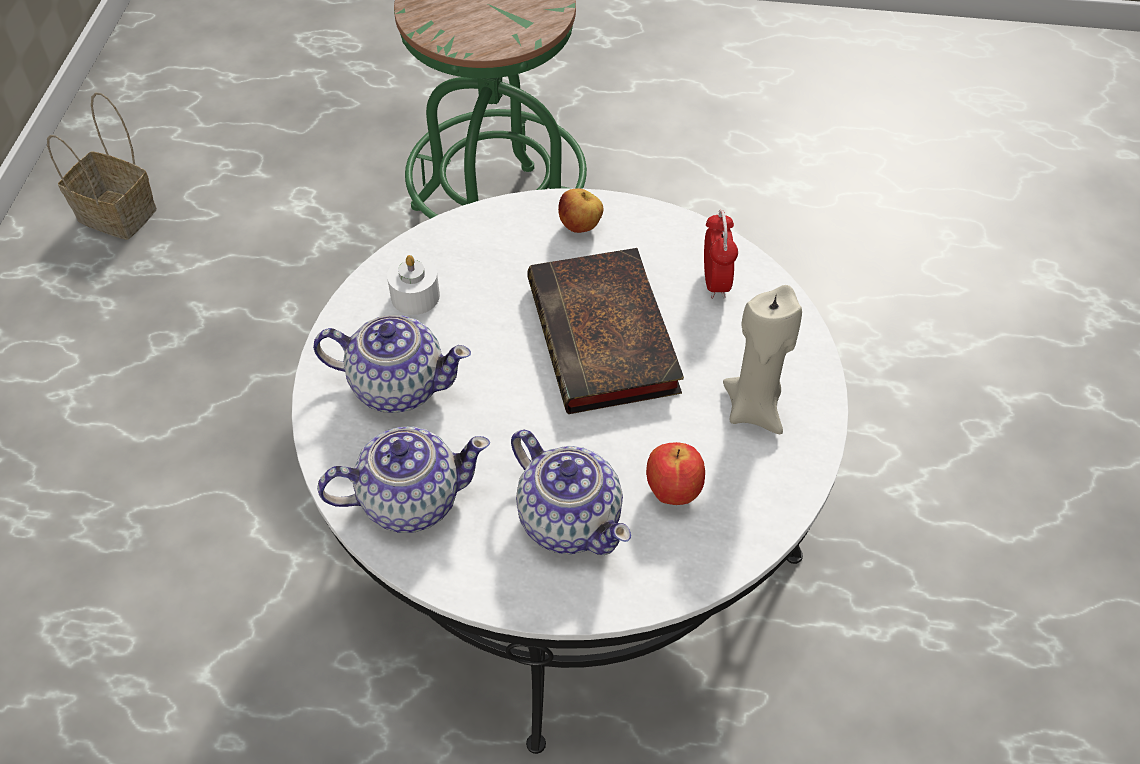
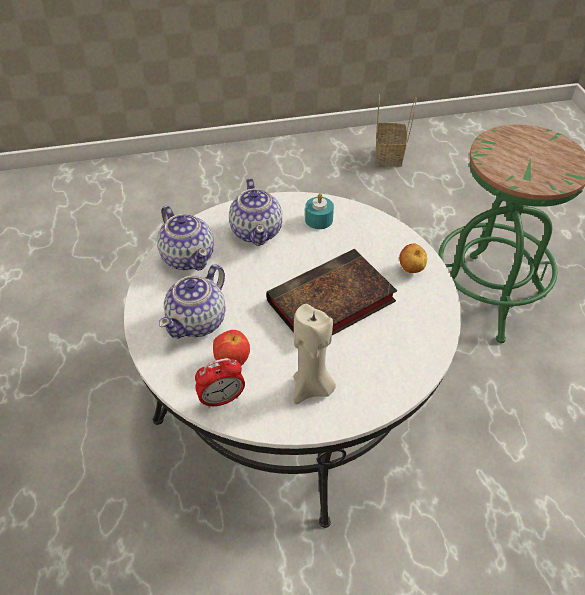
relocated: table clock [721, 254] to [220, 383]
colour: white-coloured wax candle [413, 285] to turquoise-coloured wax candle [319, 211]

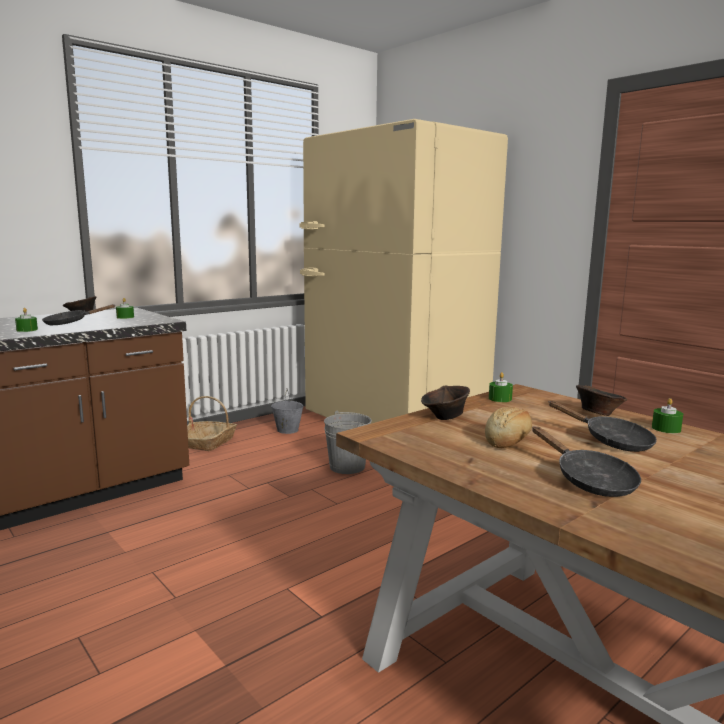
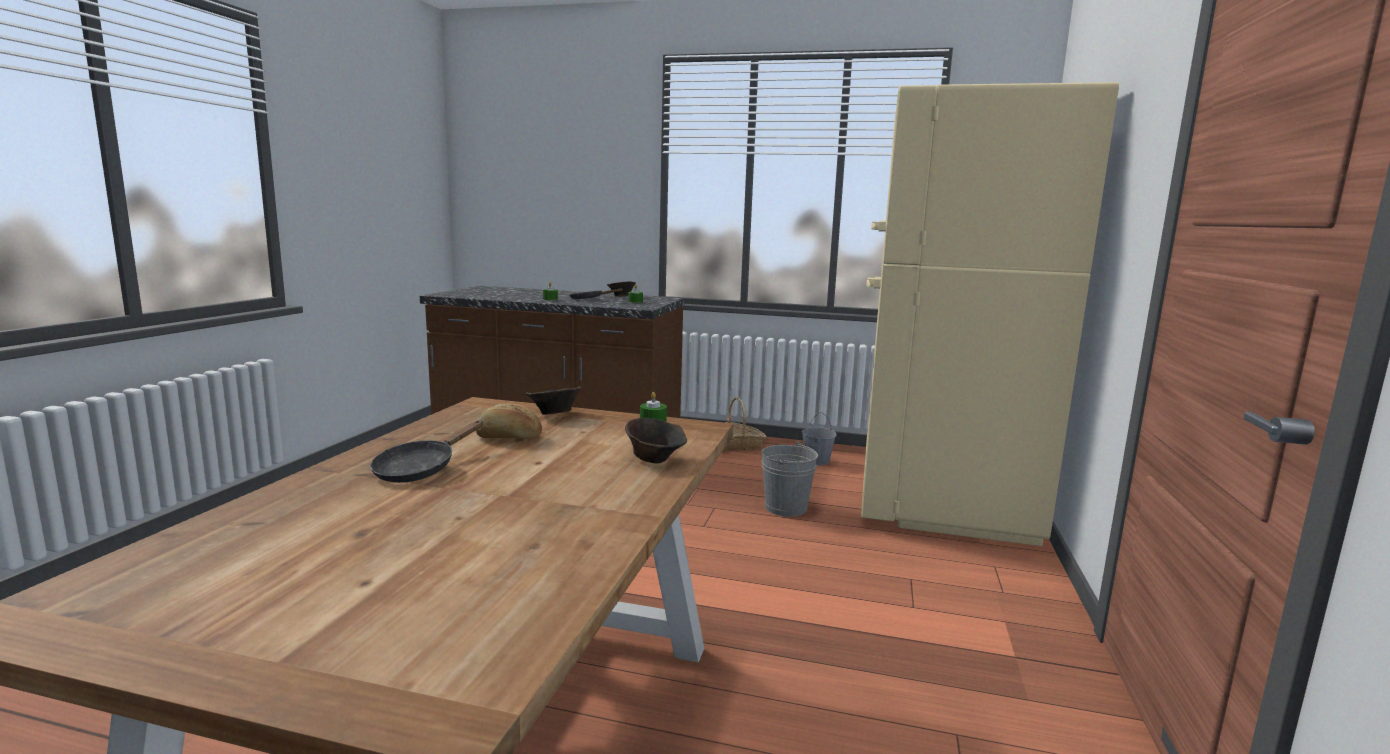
missing: black pan [603, 426]; green wax candle [667, 415]

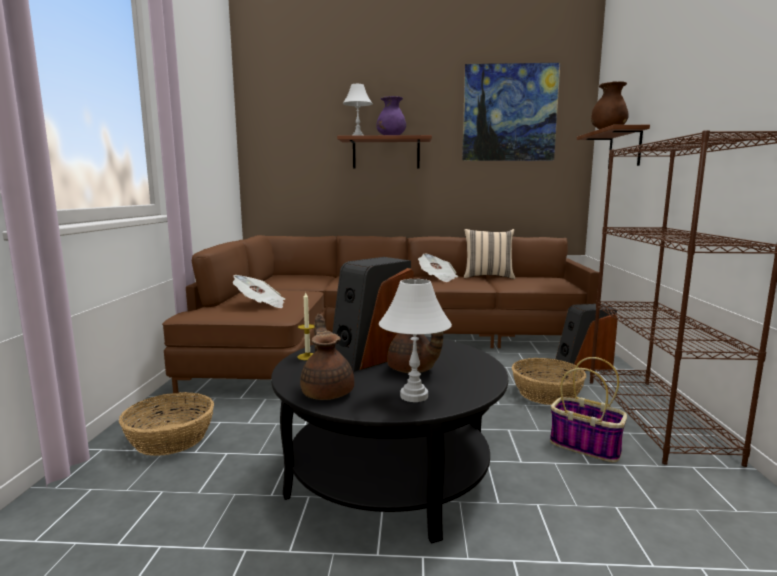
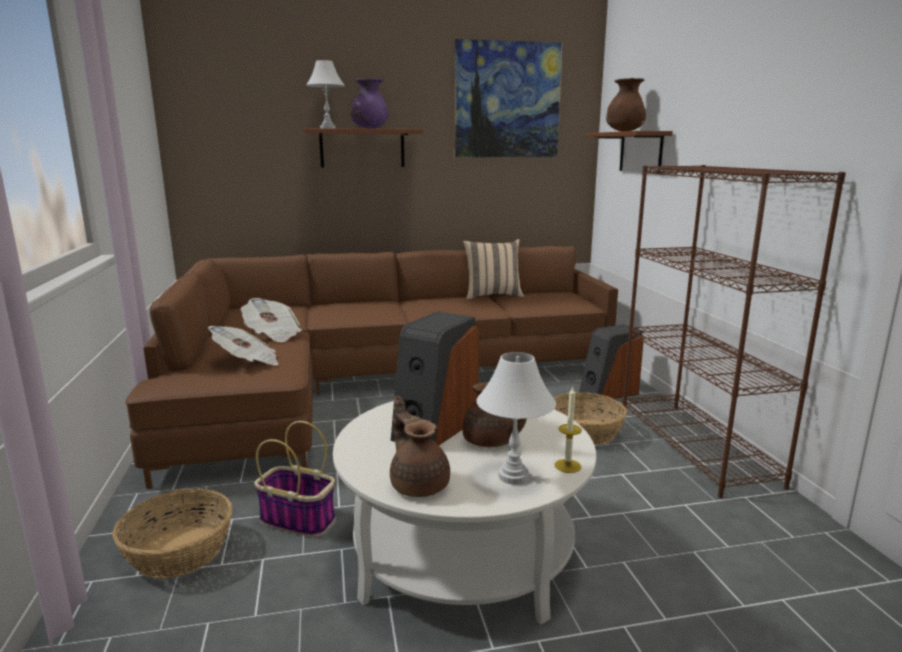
relocated: wax candle [305, 325] to [568, 430]; daily paper [438, 268] to [271, 320]; household basket [588, 409] to [294, 479]
colour: black coffee table [389, 439] to white-coloured coffee table [465, 513]

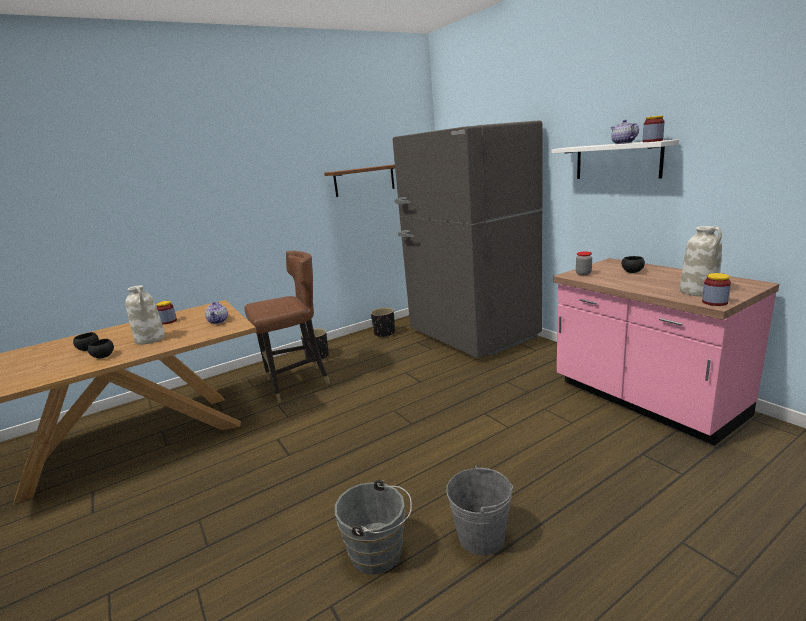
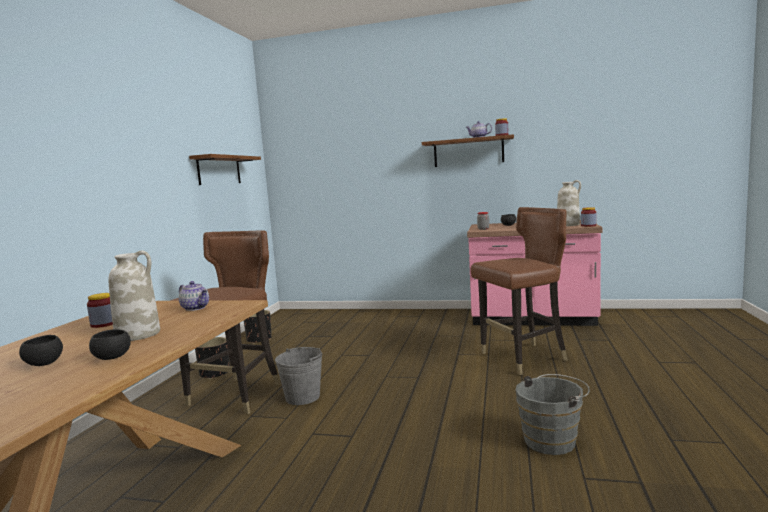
missing: greyish kitchen fridge [468, 239]
appeared: brown chair [519, 291]
relocated: greyish bucket [479, 510] to [298, 376]
colour: white-coloured wall shelf [615, 159] to brown wall shelf [468, 150]

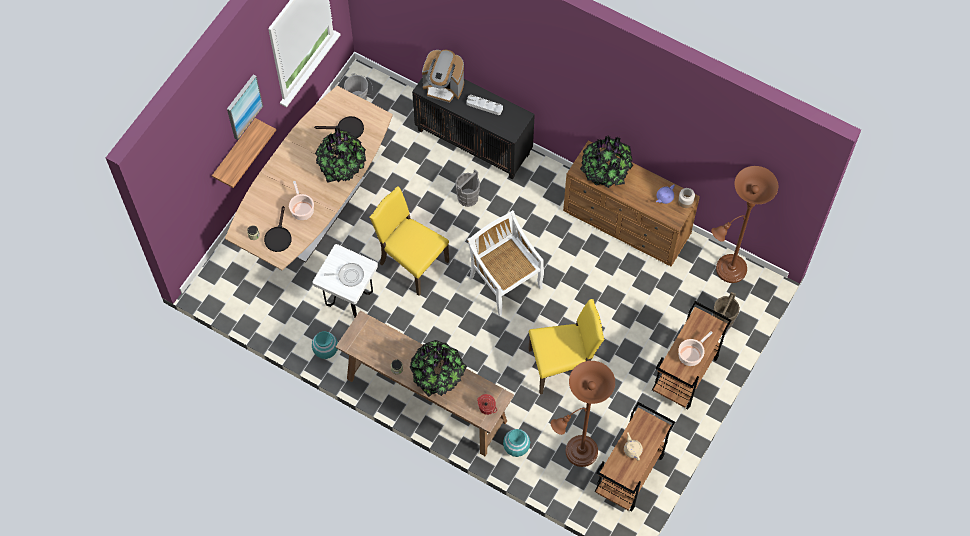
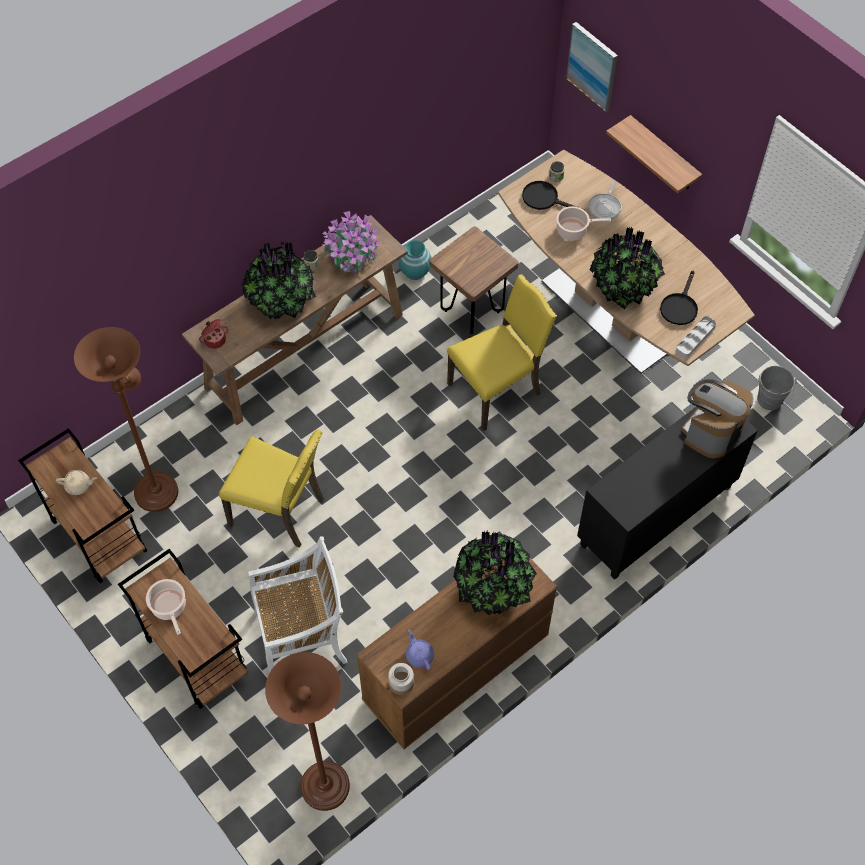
missing: greyish bucket [467, 188]; turquoise-coloured decorative vase [516, 443]; brown bucket [726, 310]
appeared: plant in a pot [351, 242]
relocated: wall art [245, 107] to [592, 67]; pan [344, 275] to [605, 200]; greyish tray [484, 105] to [696, 337]; white-coloured chair [505, 263] to [297, 604]
colour: white-coloured stool seat [345, 281] to brown stool seat [474, 280]
spun: yellowish chair [567, 346] = [271, 489] 75 degrees counterclockwise

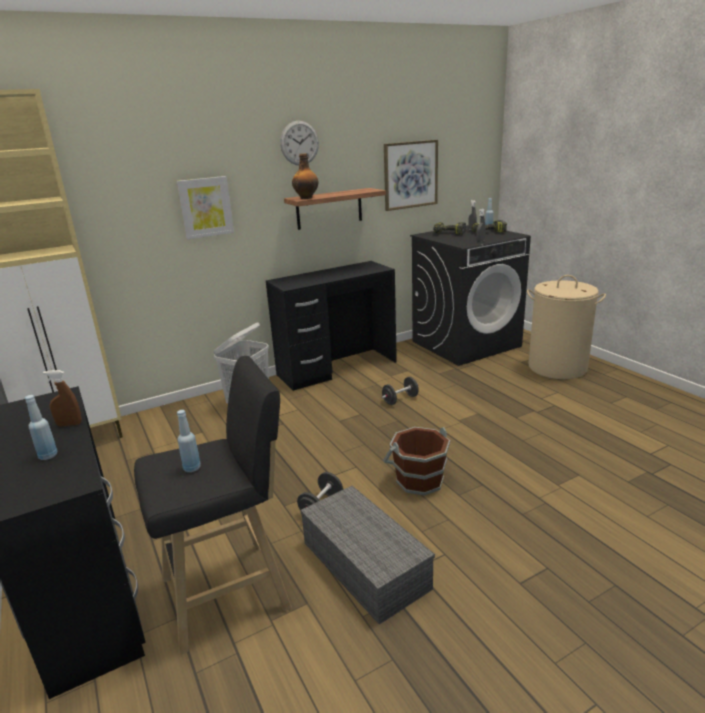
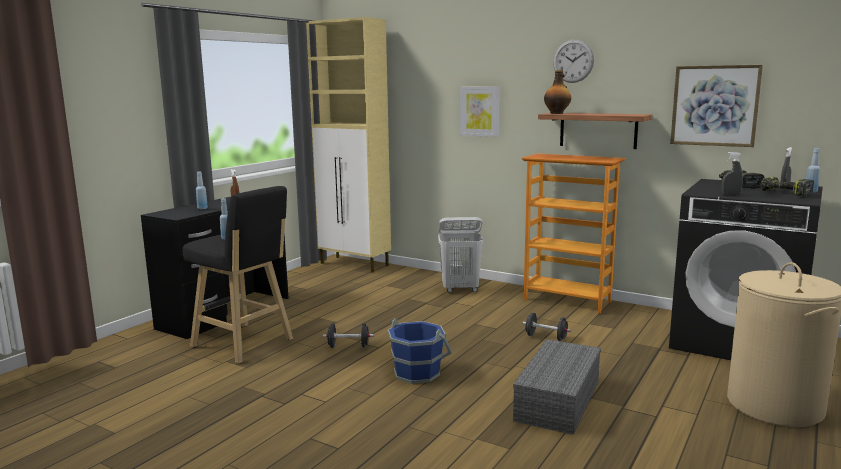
relocated: greyish storage container [367, 555] to [557, 387]
exchanged: black desk unit [331, 326] to shelving unit [574, 233]
colour: brown bucket [416, 461] to blue bucket [420, 351]

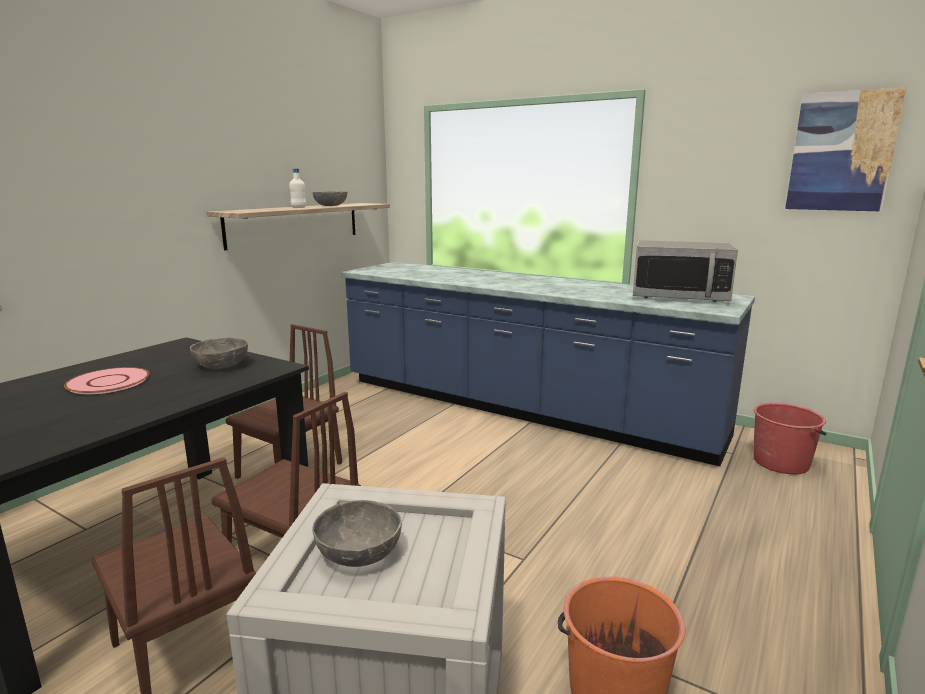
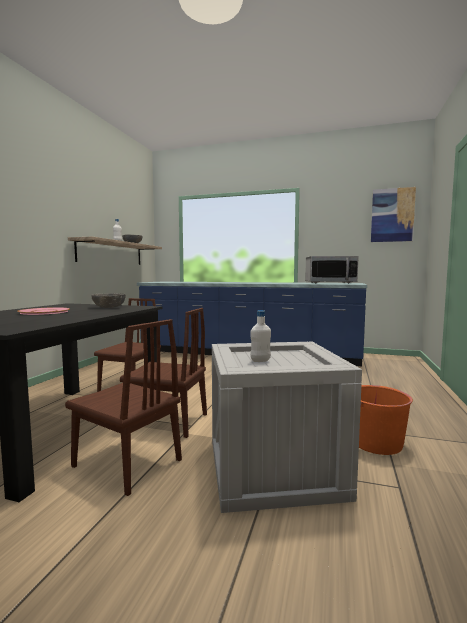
missing: reddish bucket [790, 438]
exchanged: greyish serving bowl [357, 533] to white-coloured beverage bottle [260, 336]

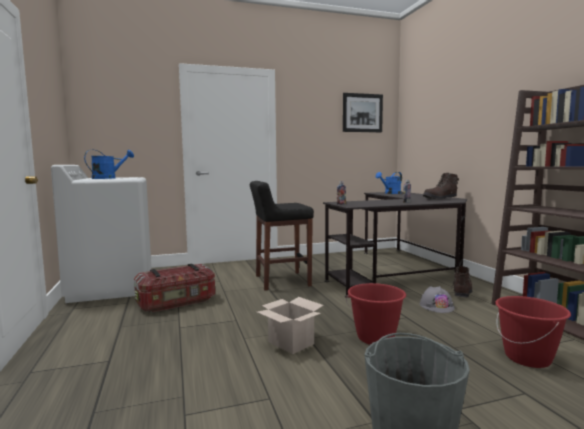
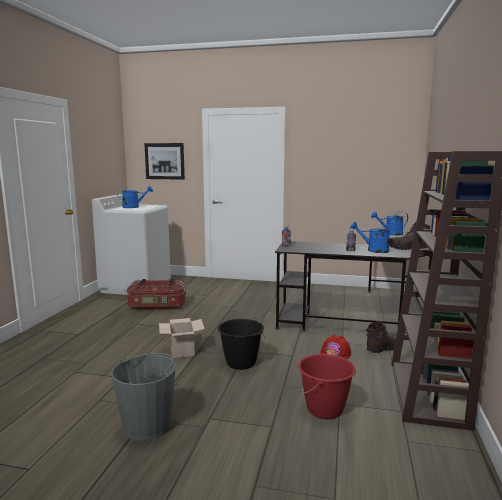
missing: black stool seat [282, 236]
appeared: blue watering pot [373, 237]
relocated: wall art [363, 112] to [164, 161]
colour: reddish bucket [376, 314] to black bucket [241, 344]; greyish work helmet [437, 299] to reddish work helmet [335, 346]

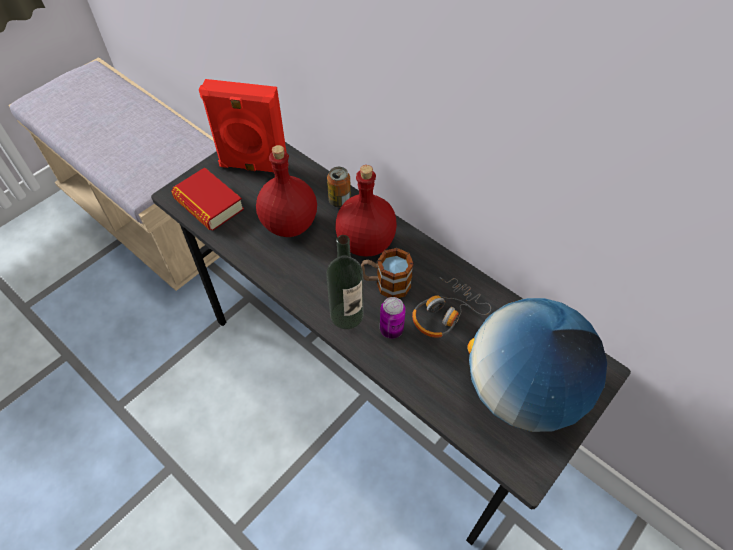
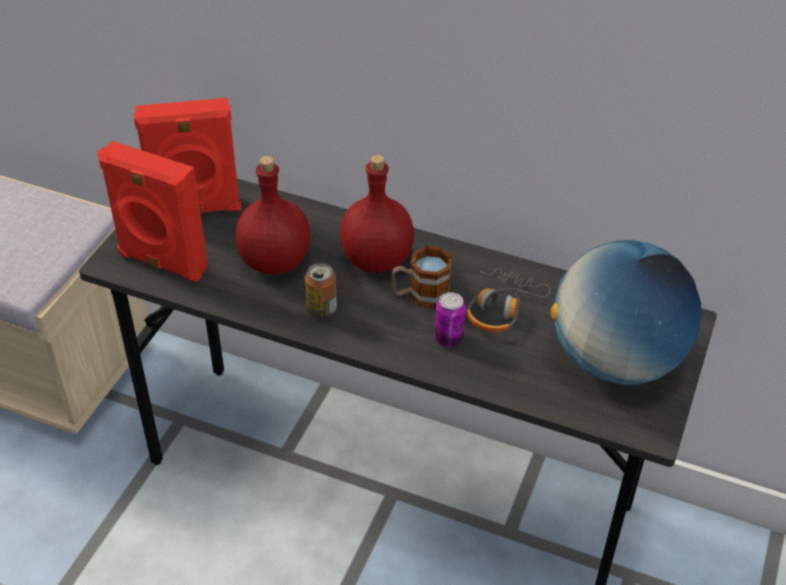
missing: beverage bottle [344, 282]
relocated: sealed can [339, 187] to [321, 290]
exchanged: bound book [207, 198] to reddish speaker [152, 211]

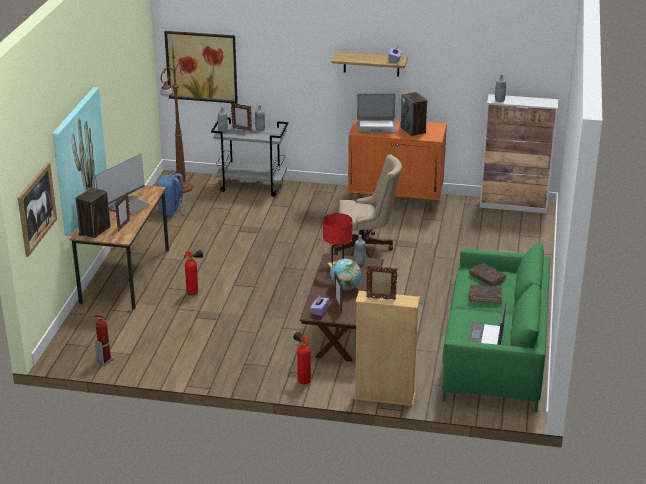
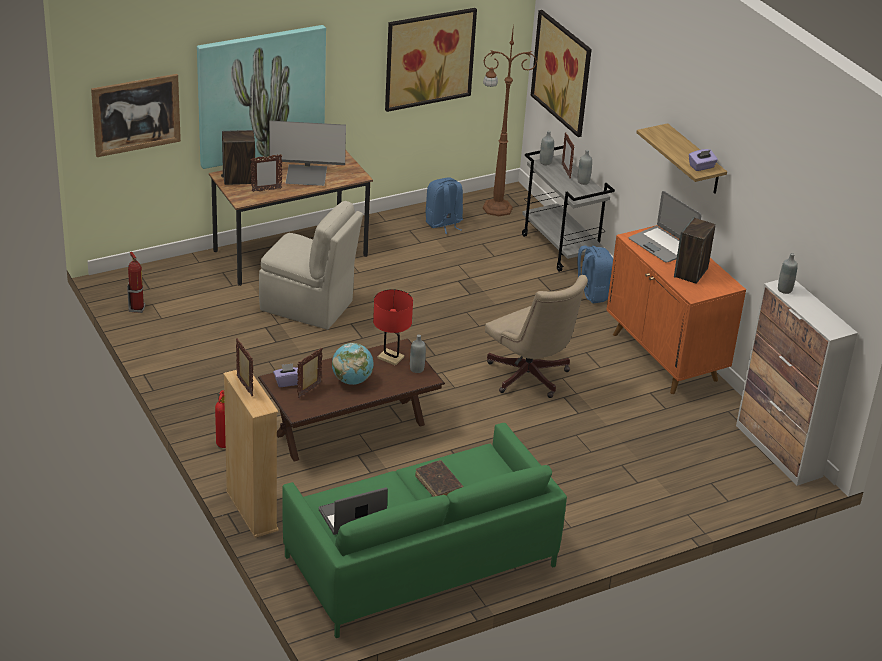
missing: brown bound book [487, 274]
appeared: wall art [431, 60]; blue rucksack [595, 275]
exchanged: fire extinguisher [193, 272] to sand-coloured chair [311, 265]

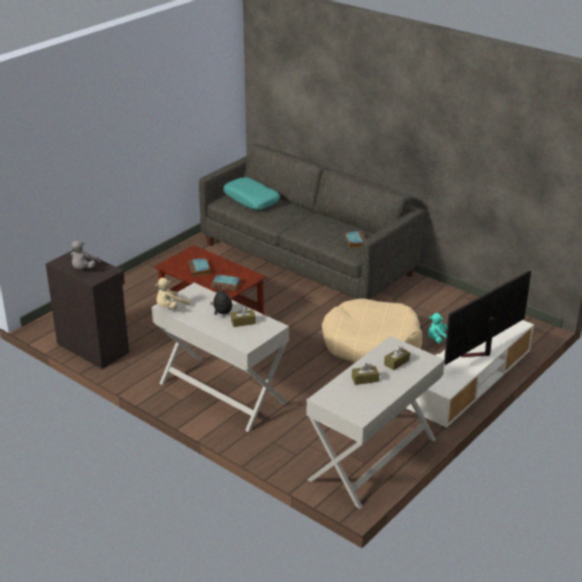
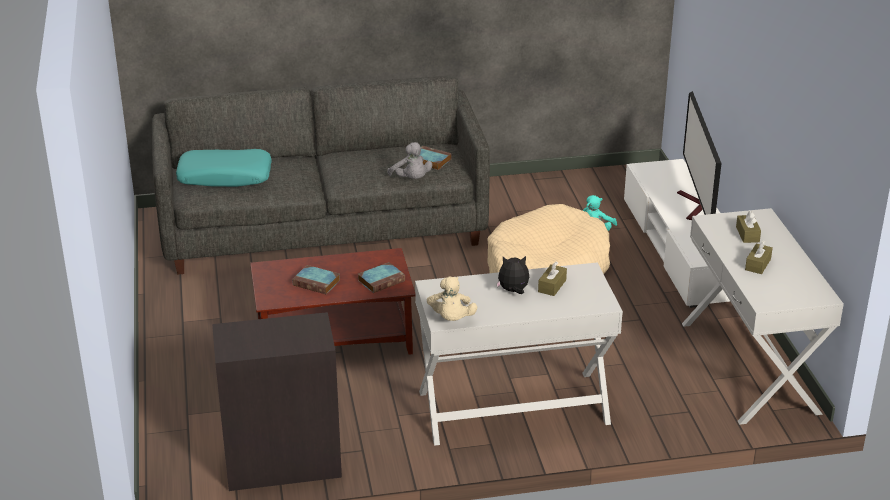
relocated: greyish plush toy [86, 255] to [409, 160]

